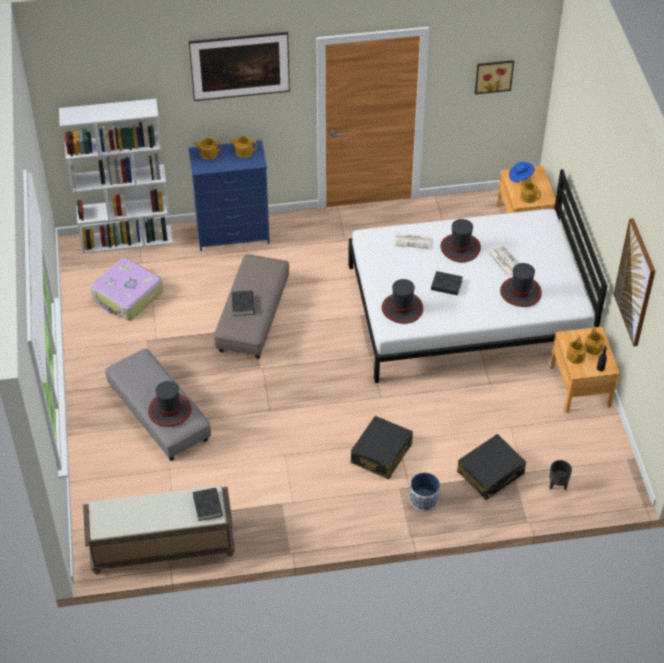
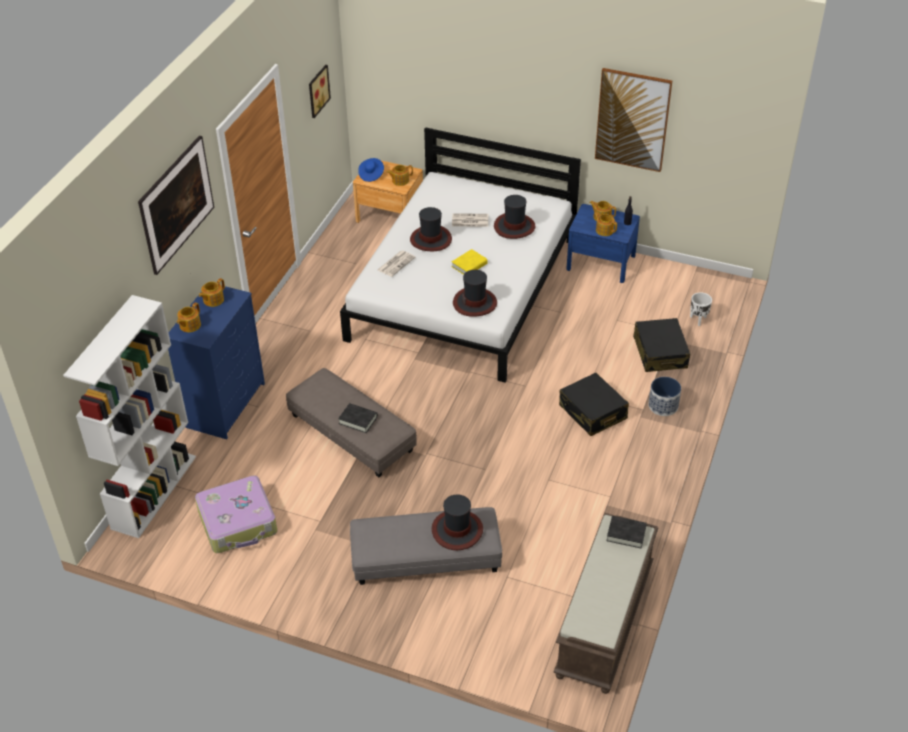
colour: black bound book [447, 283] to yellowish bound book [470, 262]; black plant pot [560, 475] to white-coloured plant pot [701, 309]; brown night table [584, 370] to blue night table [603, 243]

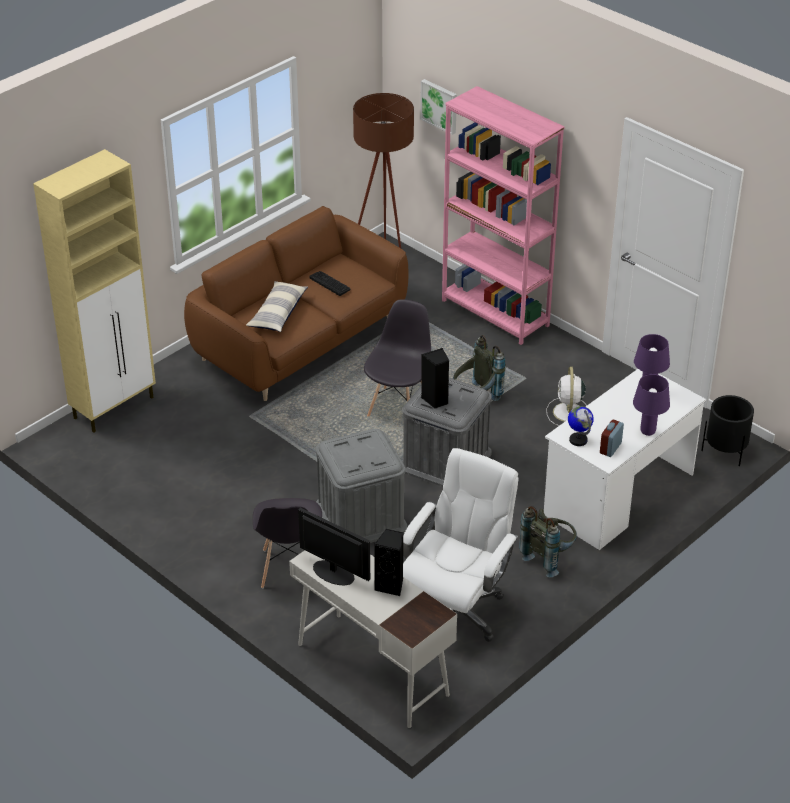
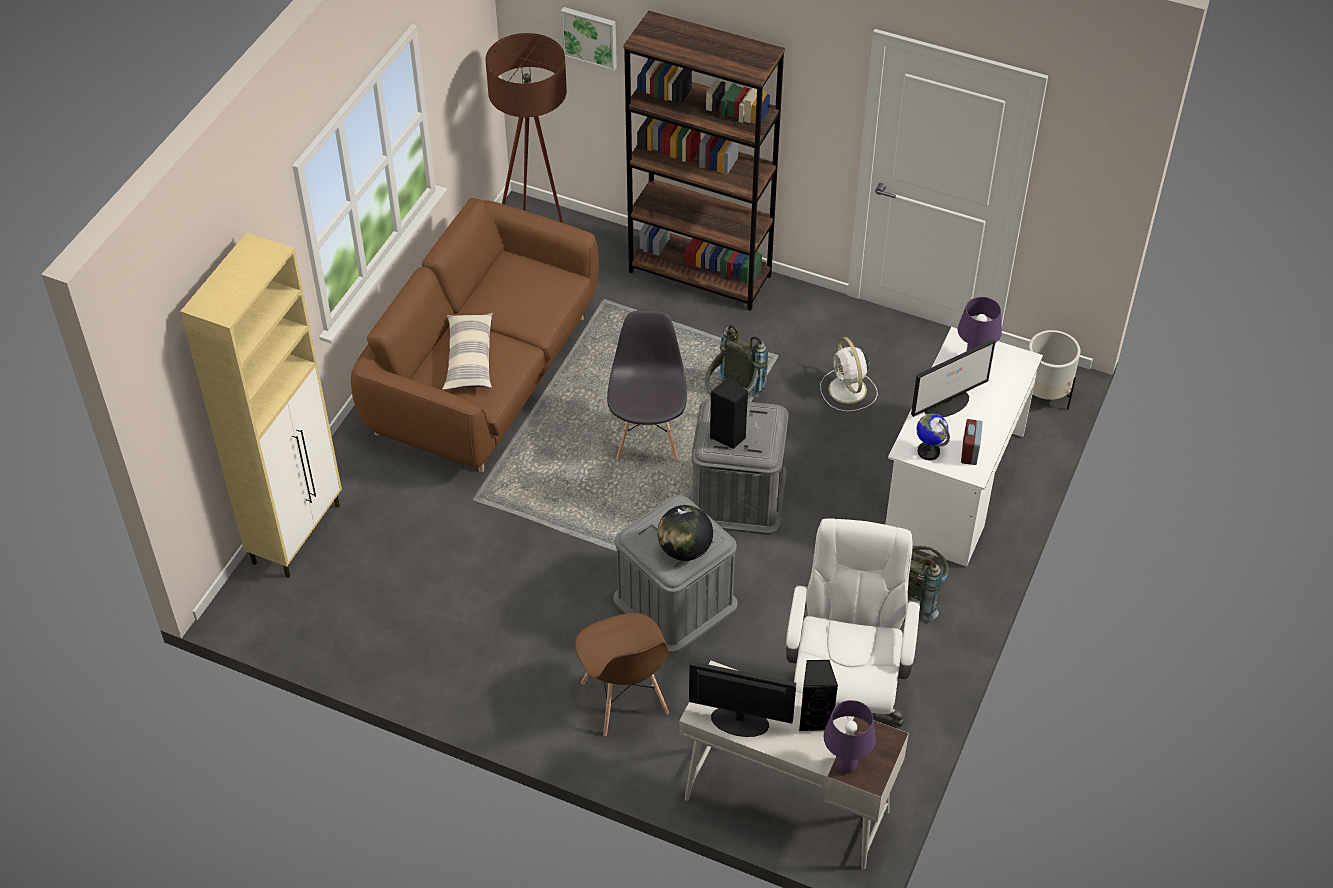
missing: PC keyboard [330, 283]
appeared: globe [685, 533]; monitor [953, 378]
relocated: purple-coloured lamp for a table [651, 405] to [850, 736]
colour: greyish chair [287, 543] to brown chair [622, 674]; pink-coloured shelving unit [503, 215] to brown shelving unit [704, 161]; black plant pot [727, 430] to white-coloured plant pot [1054, 370]

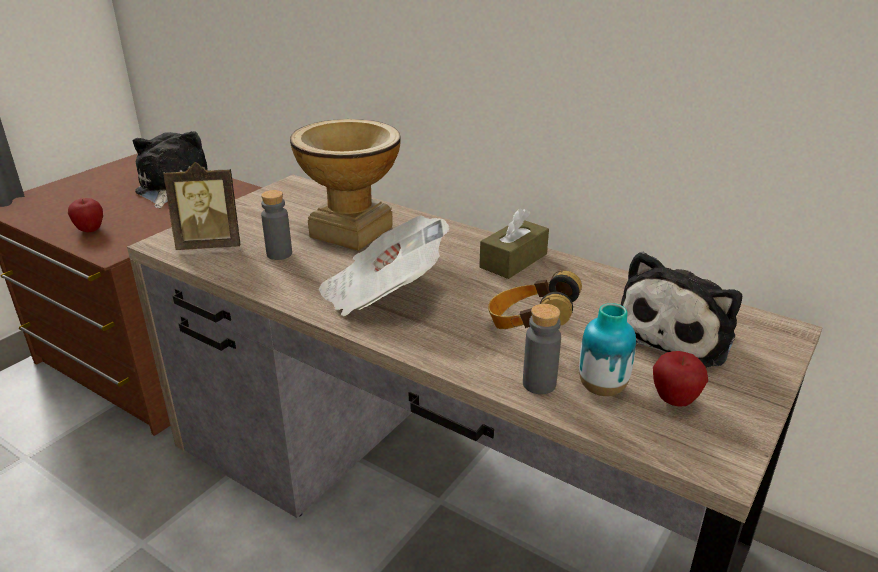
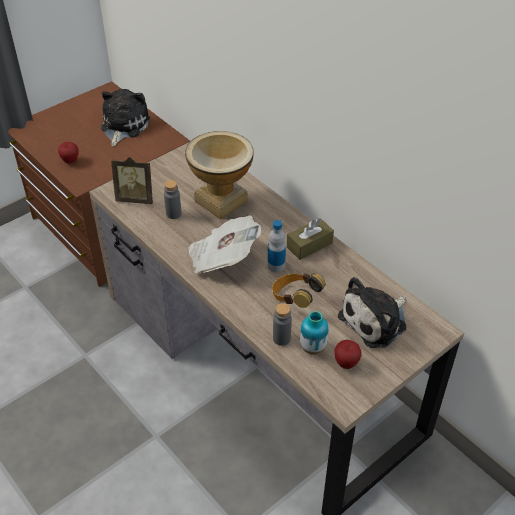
appeared: beverage bottle [277, 246]

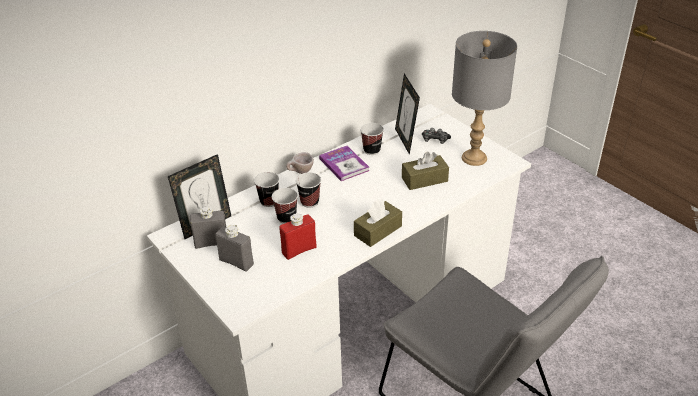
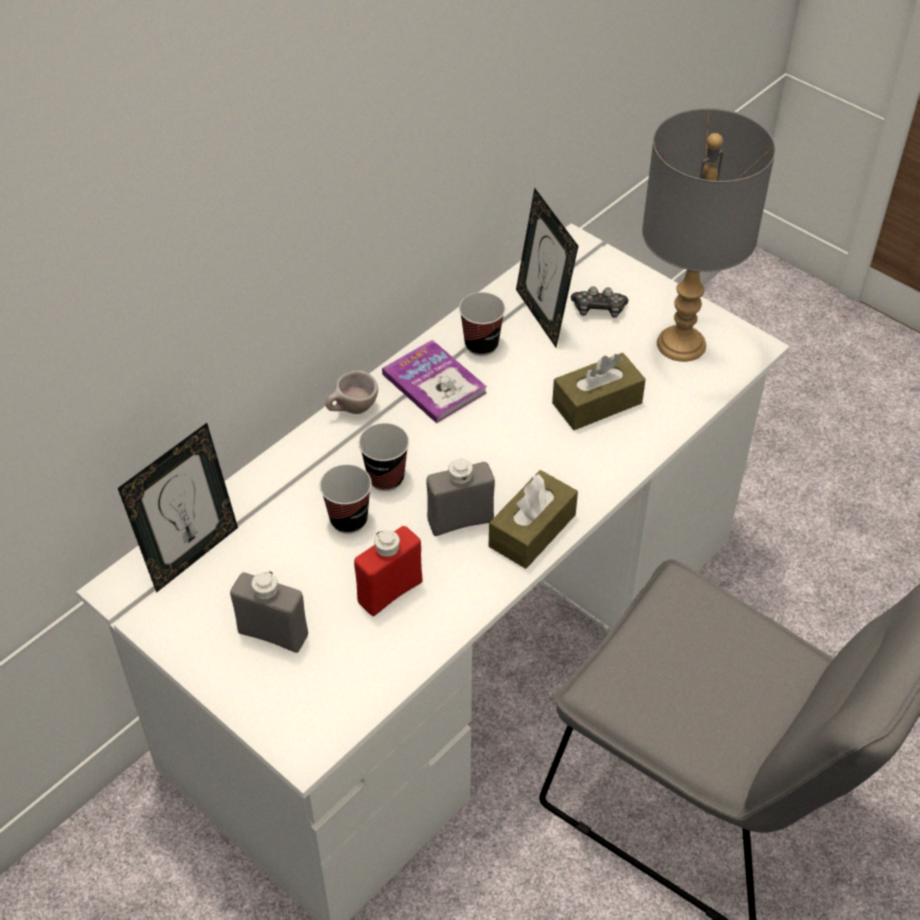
missing: small cup [267, 189]
relocated: greyish beverage bottle [208, 227] to [460, 497]

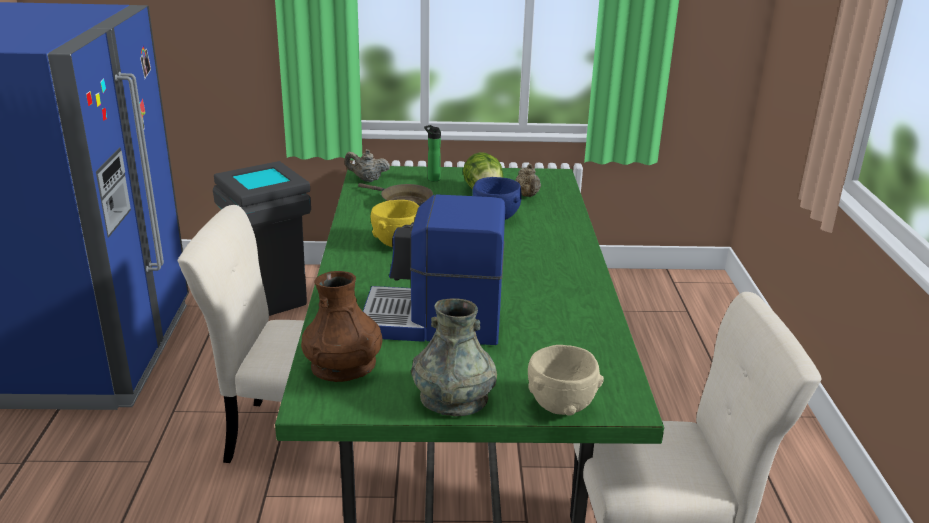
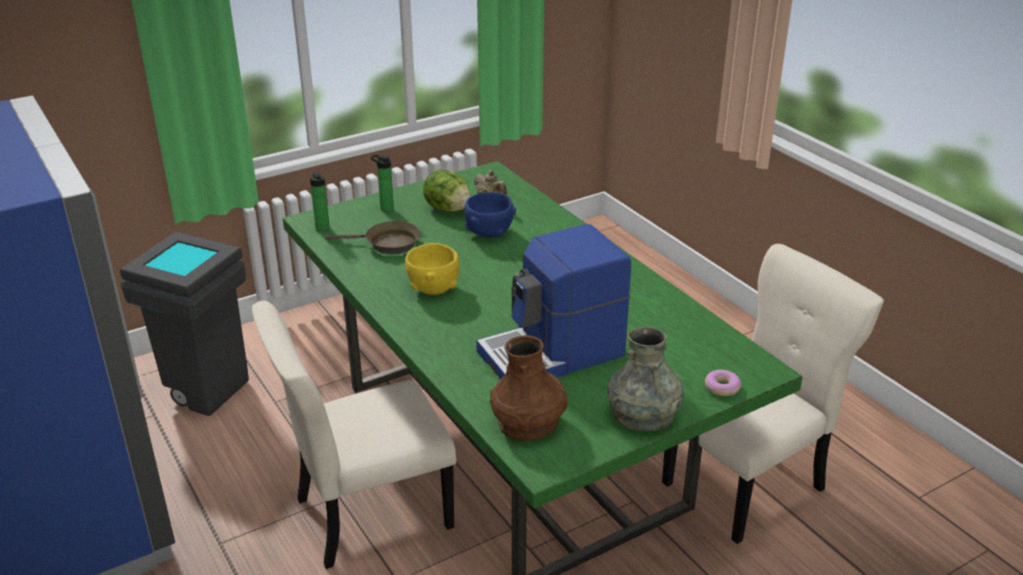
exchanged: sand-coloured teapot [367, 165] to beverage bottle [320, 201]; sand-coloured serving bowl [566, 380] to donut [723, 383]

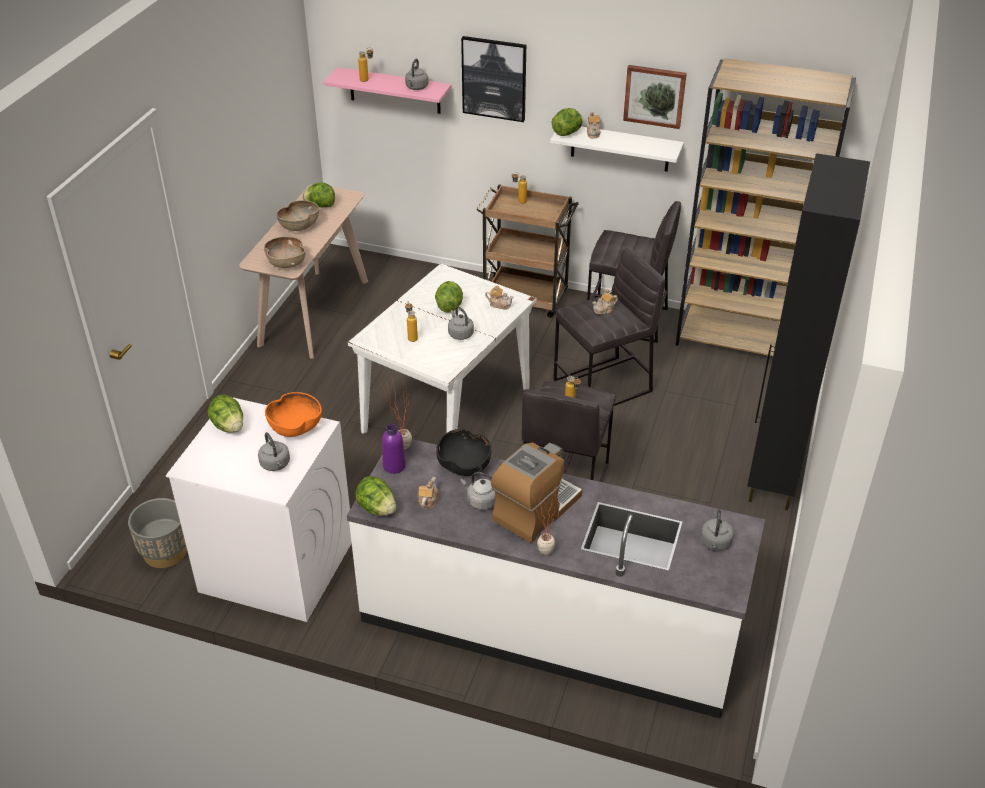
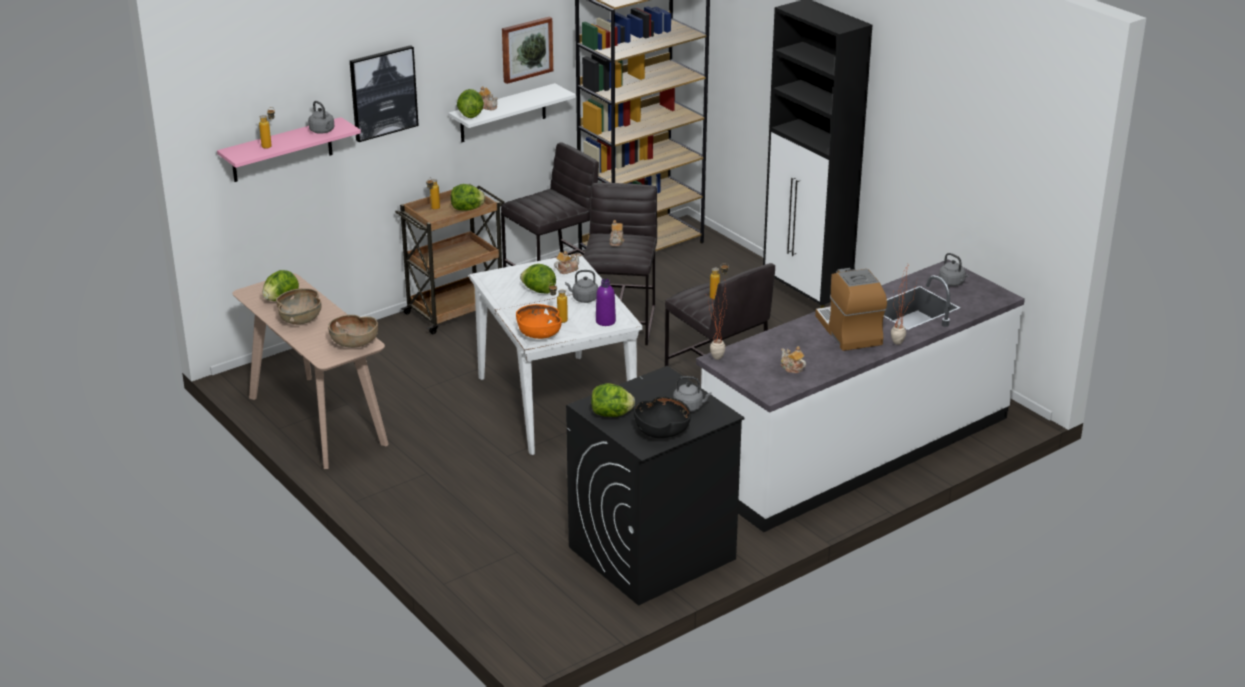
missing: greyish plant pot [157, 533]; greyish water kettle [478, 491]
relocated: orange serving bowl [293, 414] to [539, 321]; lettuce [375, 496] to [468, 197]; purple-coloured beverage bottle [394, 449] to [606, 302]; black serving bowl [463, 452] to [662, 417]
colour: white-coloured washing machine [259, 509] to black washing machine [655, 486]

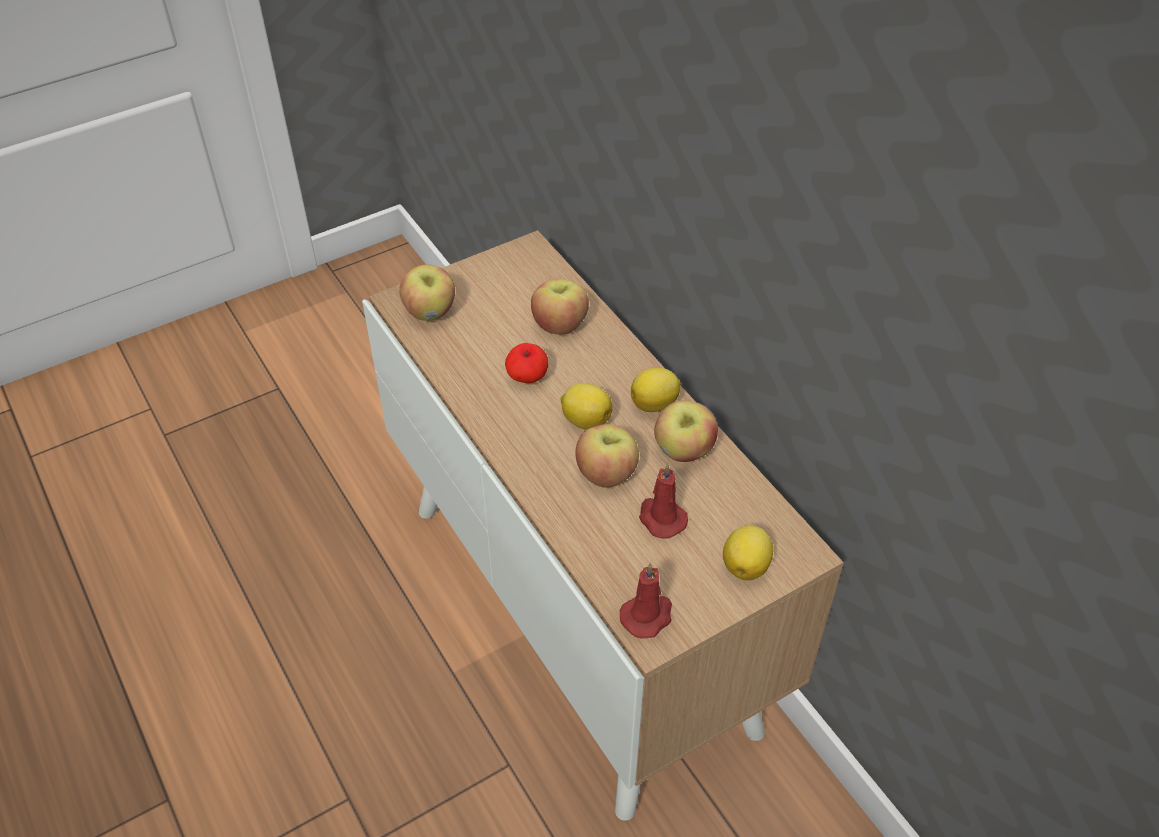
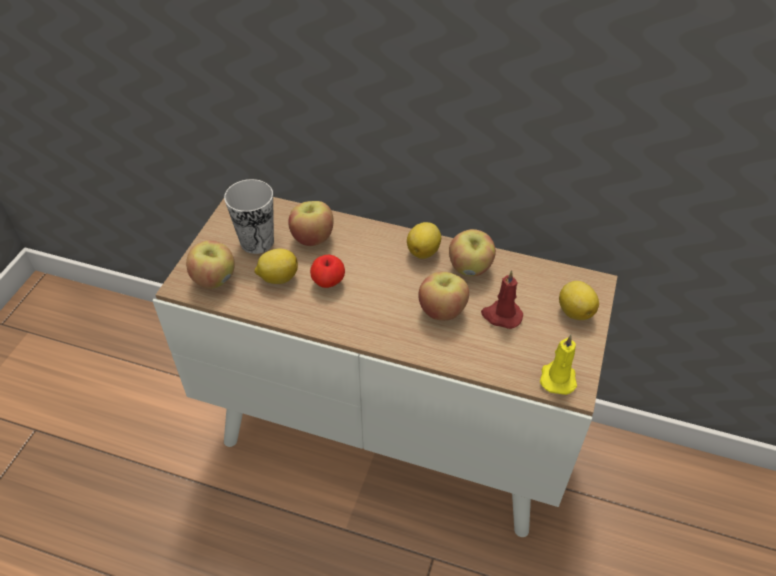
appeared: small cup [249, 216]
relocated: lemon [586, 406] to [276, 266]
colour: reddish wax candle [645, 600] to yellowish wax candle [558, 365]

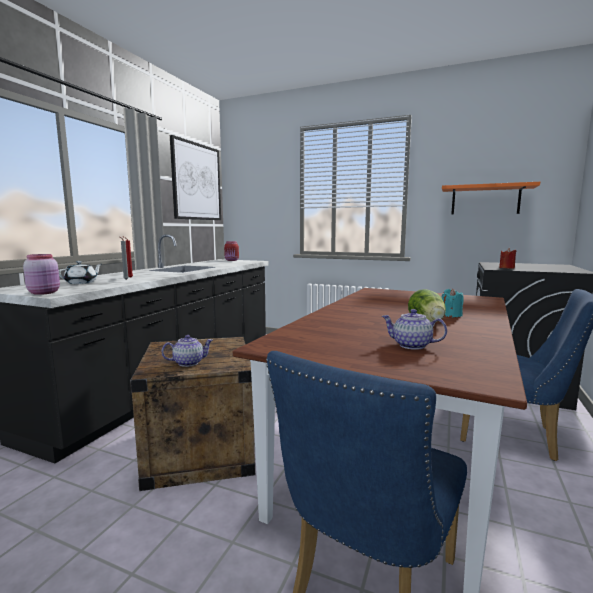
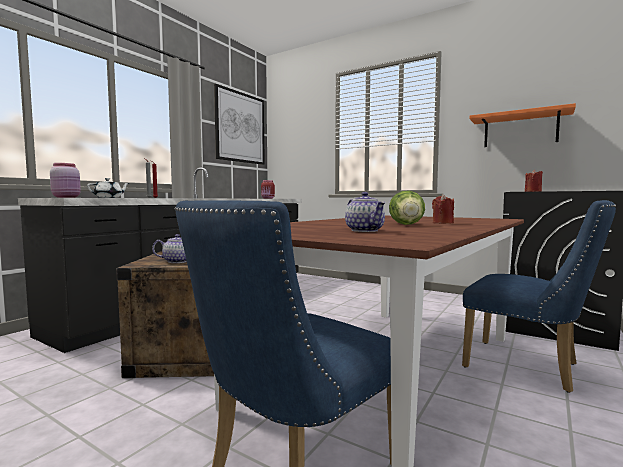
colour: turquoise-coloured wax candle [453, 302] to reddish wax candle [443, 209]
spun: teapot [414, 329] = [365, 212] 150 degrees counterclockwise

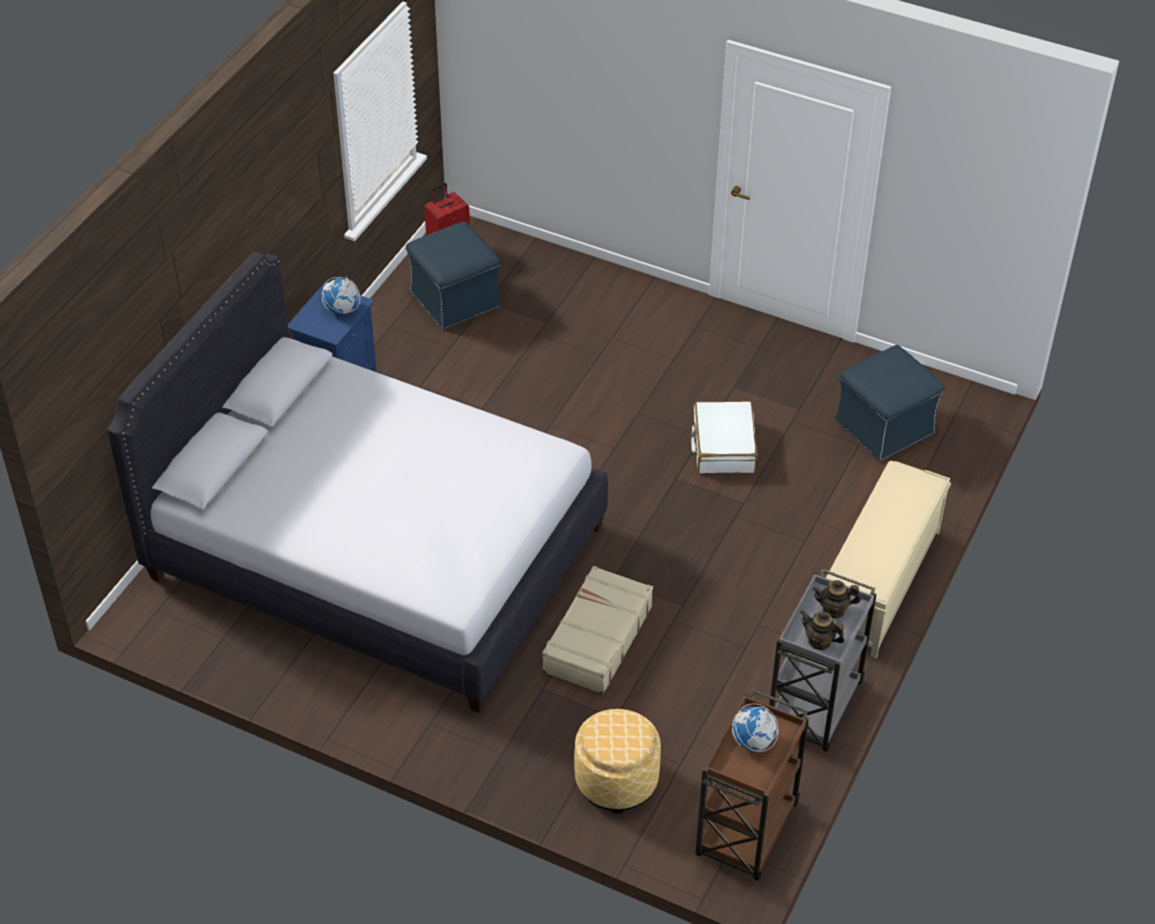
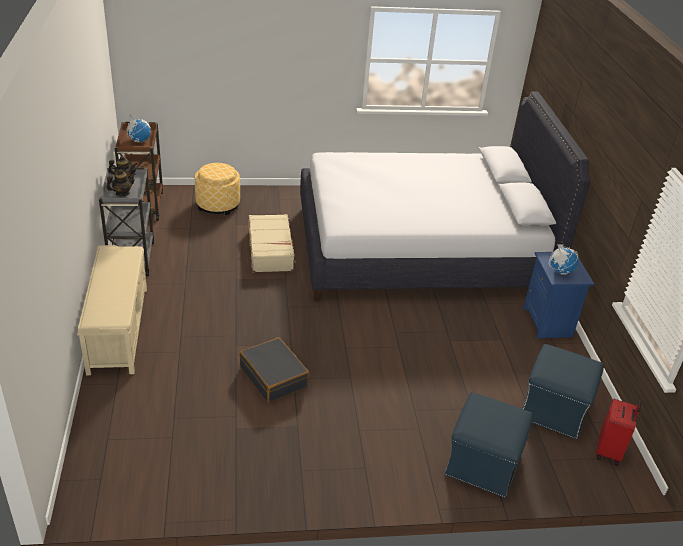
relocated: blue pouffe [890, 403] to [489, 445]
colour: white-coloured piece of luggage [724, 437] to black piece of luggage [274, 369]

